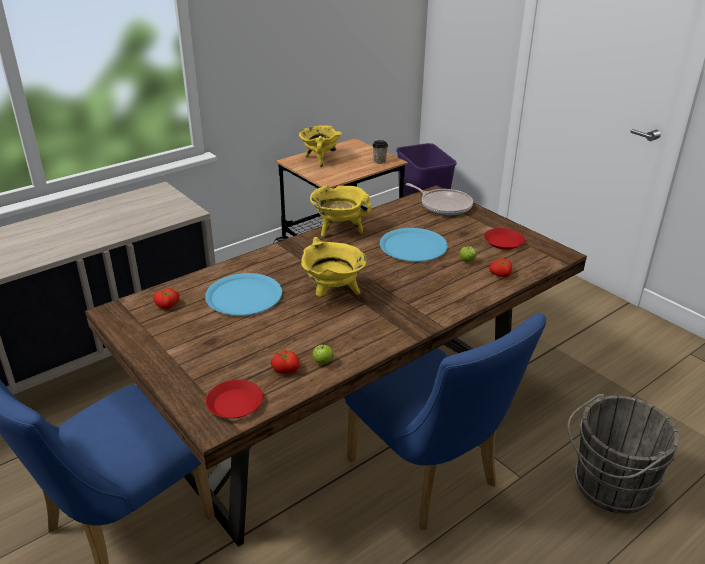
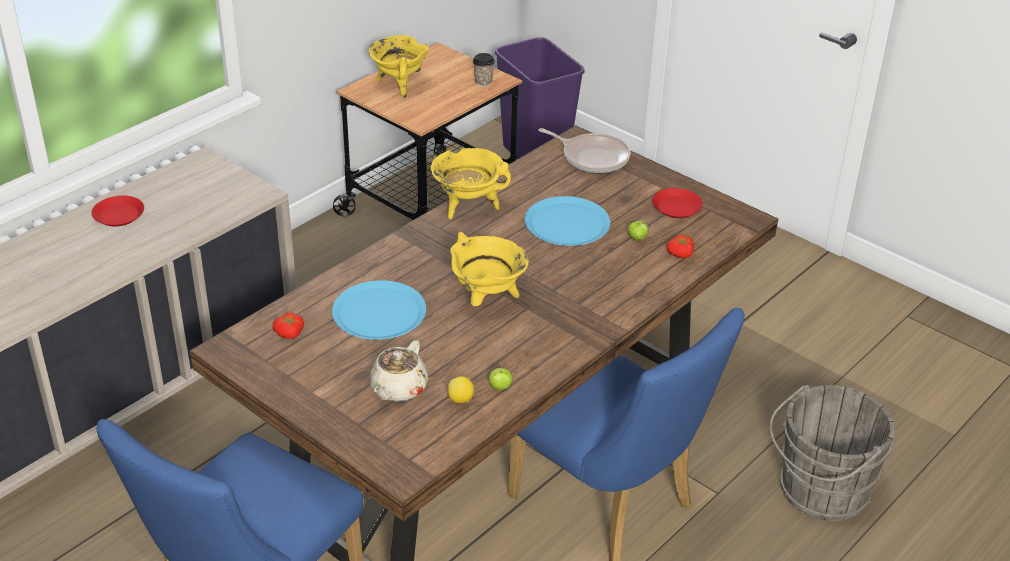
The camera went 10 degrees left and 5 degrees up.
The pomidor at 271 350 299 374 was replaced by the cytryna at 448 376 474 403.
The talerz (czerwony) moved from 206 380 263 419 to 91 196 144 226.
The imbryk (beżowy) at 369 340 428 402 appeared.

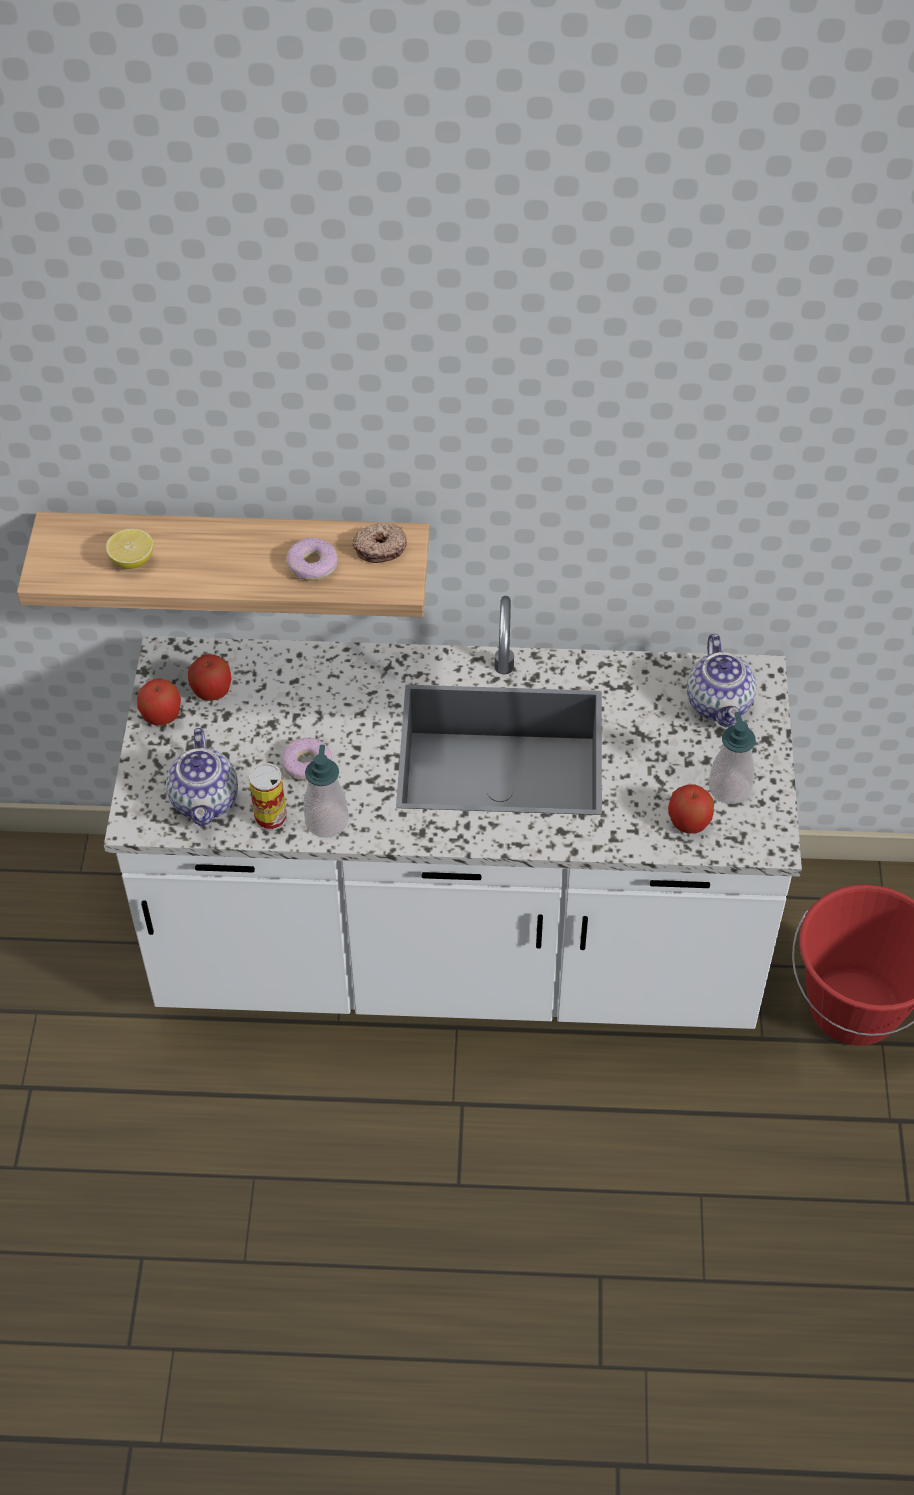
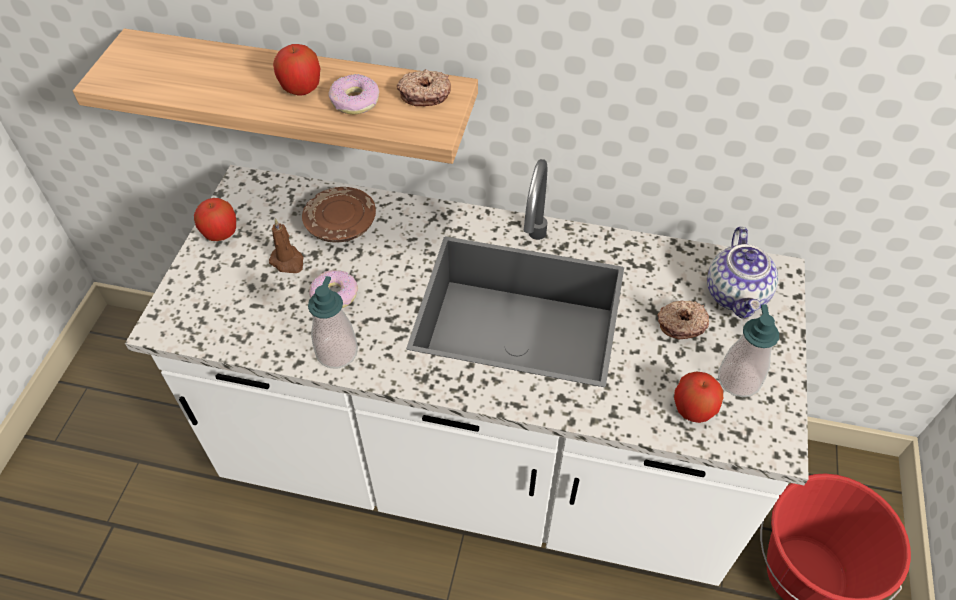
The camera went 10 degrees right and 0 degrees up.
The cytryna at 106 528 153 569 disappeared.
The jabłko moved from 188 654 231 701 to 273 44 320 95.
The imbryk at 166 728 238 827 disappeared.
The puszka at 249 763 287 831 disappeared.
The talerz (brązowy) at 302 187 376 243 appeared.
The świeca (brązowy) at 269 218 304 273 appeared.
The donut at 657 301 709 339 appeared.

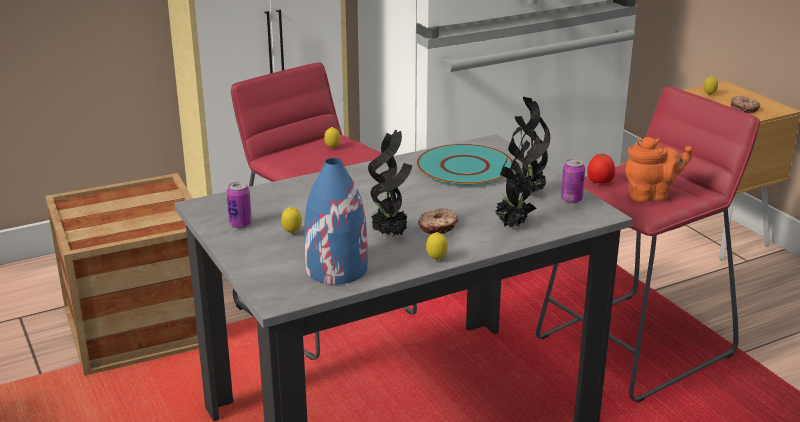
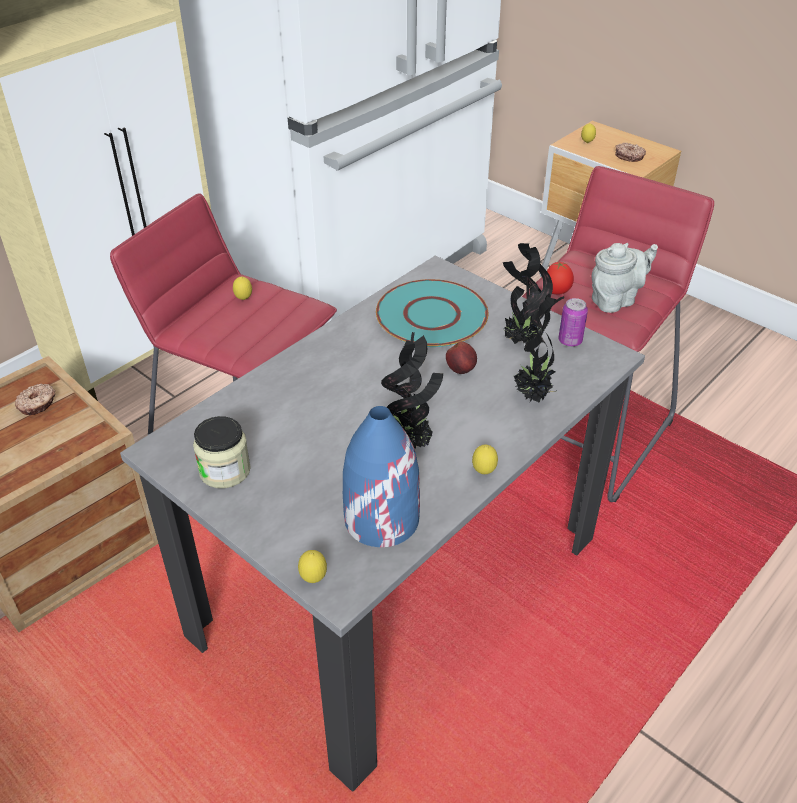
The camera went 20 degrees left and 15 degrees up.
The imbryk (pomarańczowy) at 625 137 692 202 became the imbryk (szary) at 592 243 658 313.
The puszka at 227 182 252 228 was replaced by the słoik at 193 416 251 488.
The cytryna moved from 281 207 302 234 to 298 550 327 583.
The donut moved from 418 208 459 234 to 15 383 55 415.
The jabłko at 446 341 477 374 appeared.

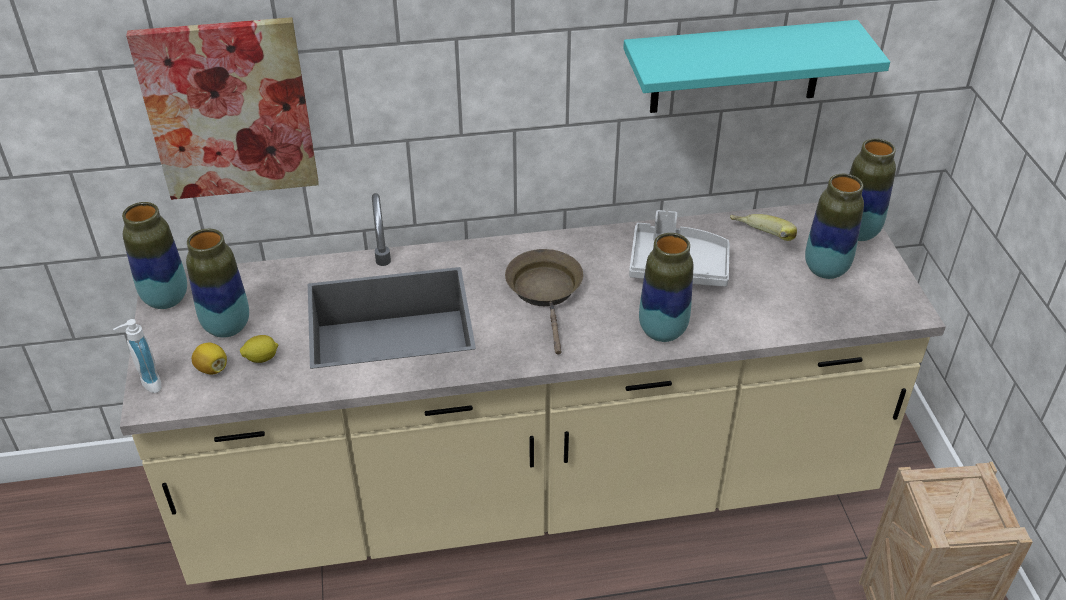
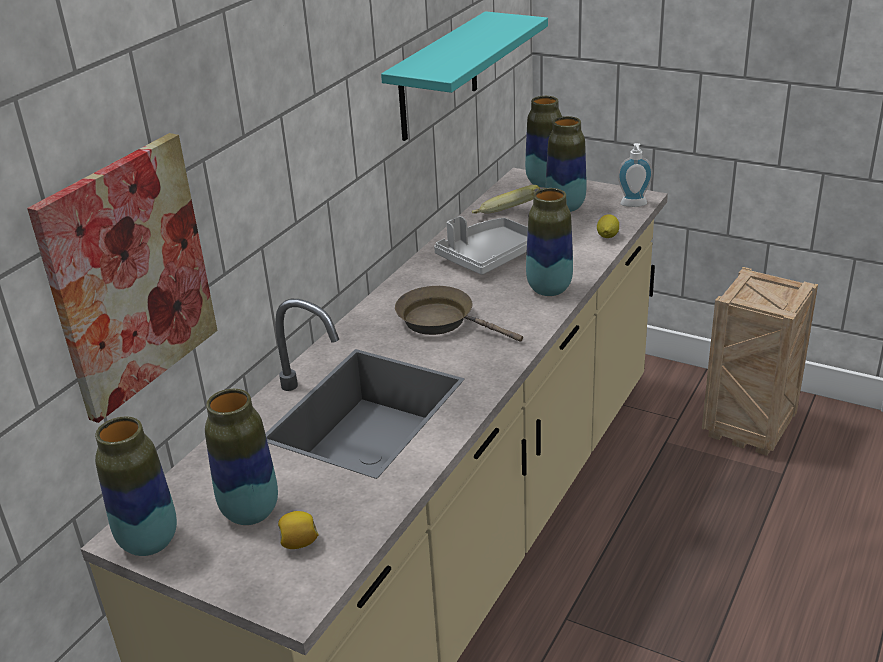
The camera went 50 degrees left and 10 degrees down.
The dozownik mydła moved from 113 319 161 393 to 618 143 653 207.
The cytryna moved from 240 335 278 363 to 597 214 619 238.

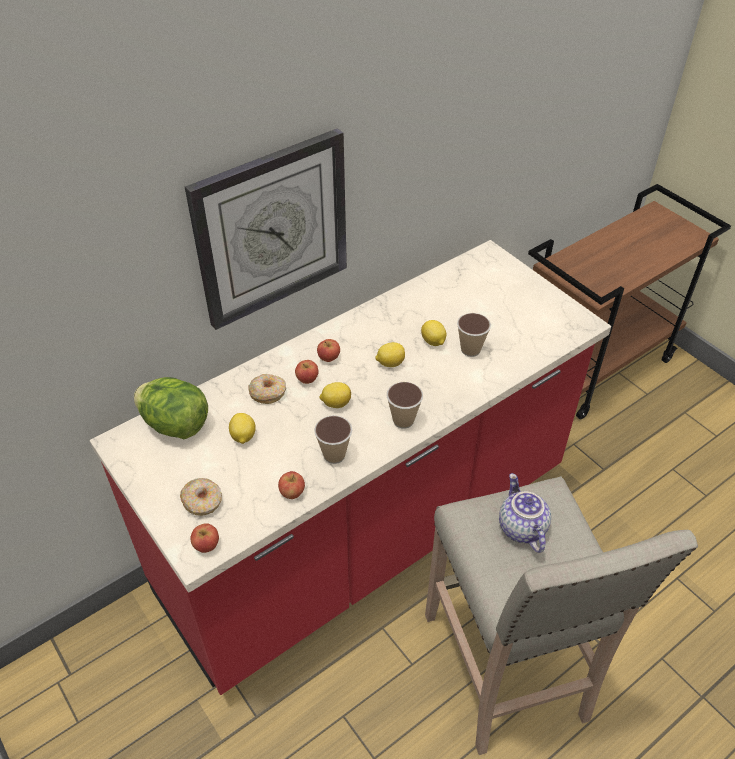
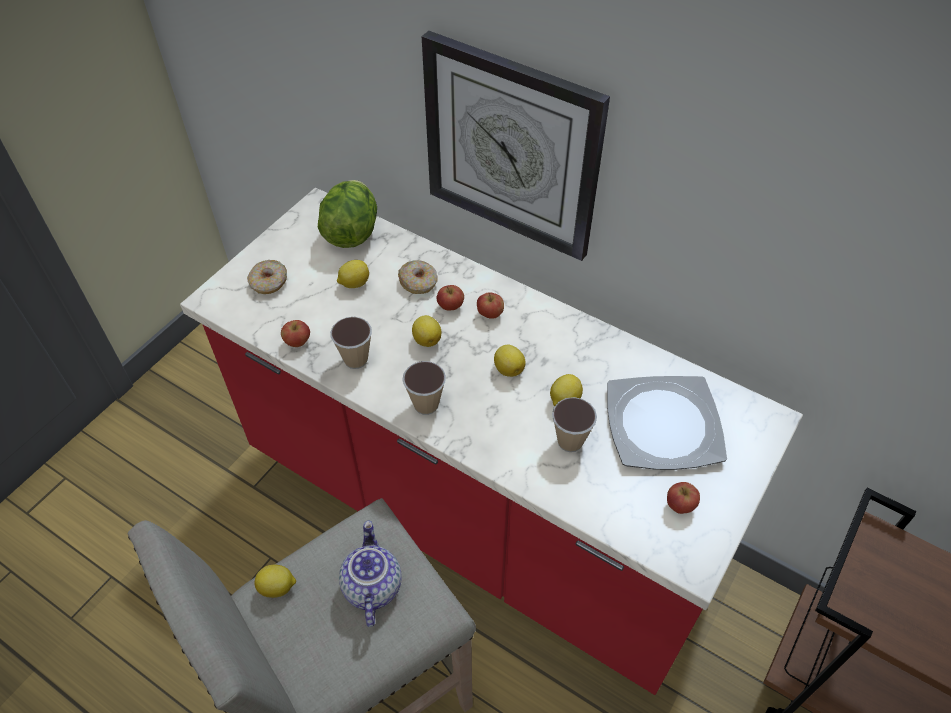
The camera went 70 degrees right and 5 degrees up.
The imbryk at 499 473 551 553 turned 60 degrees counterclockwise.
The jabłko moved from 190 523 219 553 to 667 482 700 514.
The talerz at 607 376 727 470 appeared.
The cytryna at 254 565 296 598 appeared.

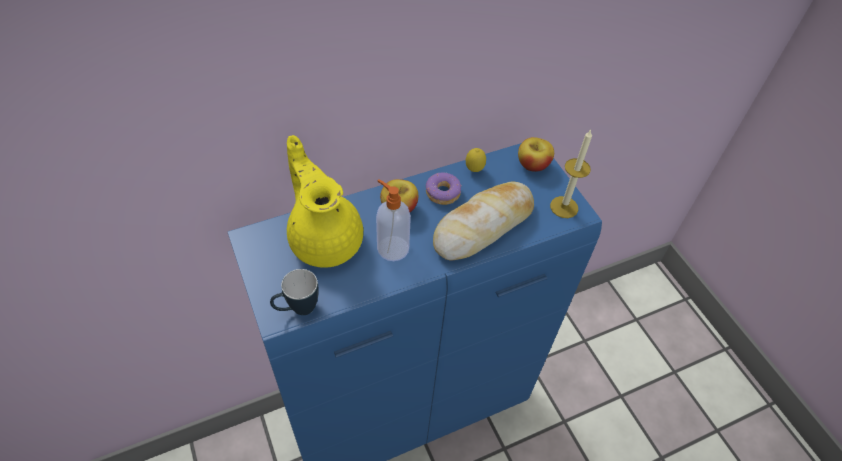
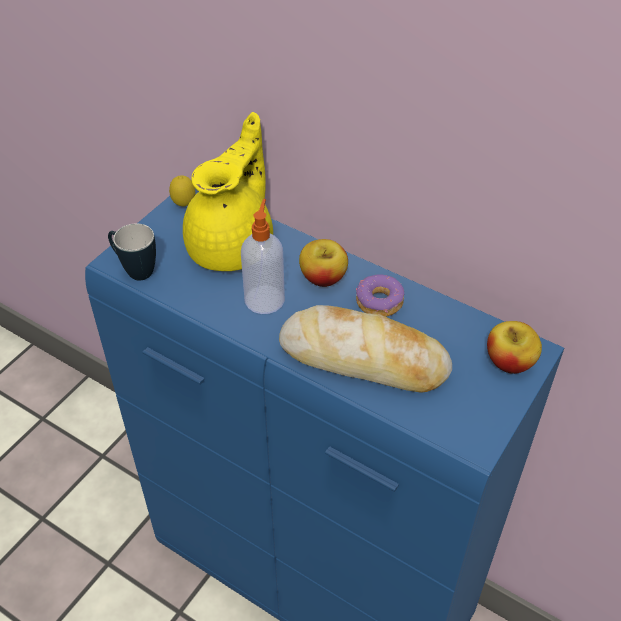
The camera went 60 degrees right and 5 degrees down.
The świeca at 550 130 592 218 disappeared.
The cytryna moved from 466 148 486 172 to 169 175 195 206.

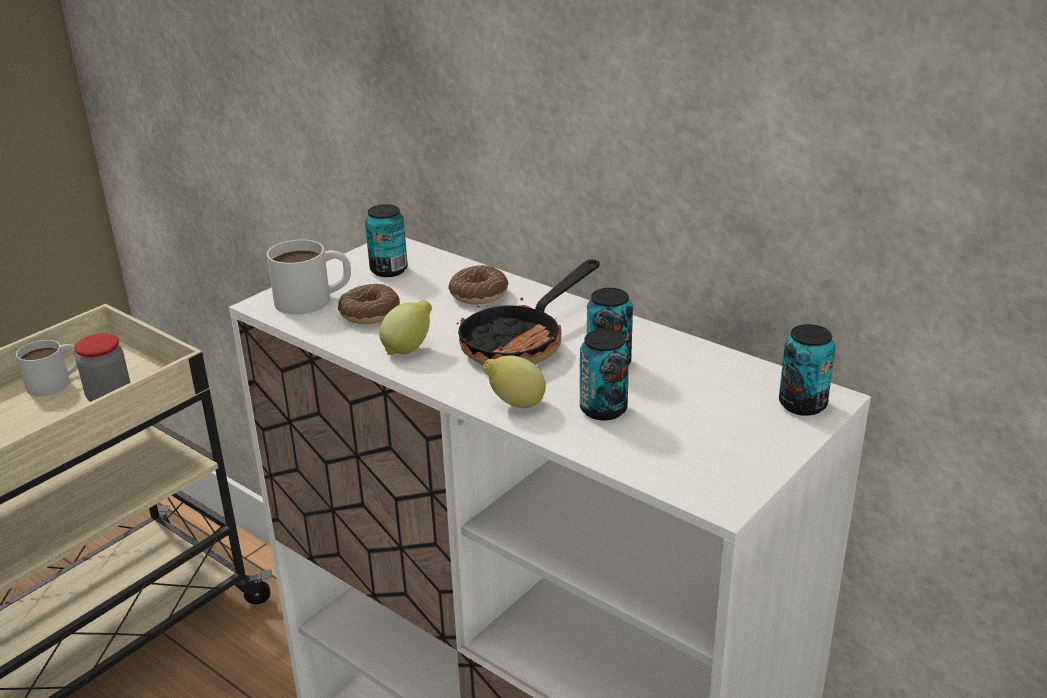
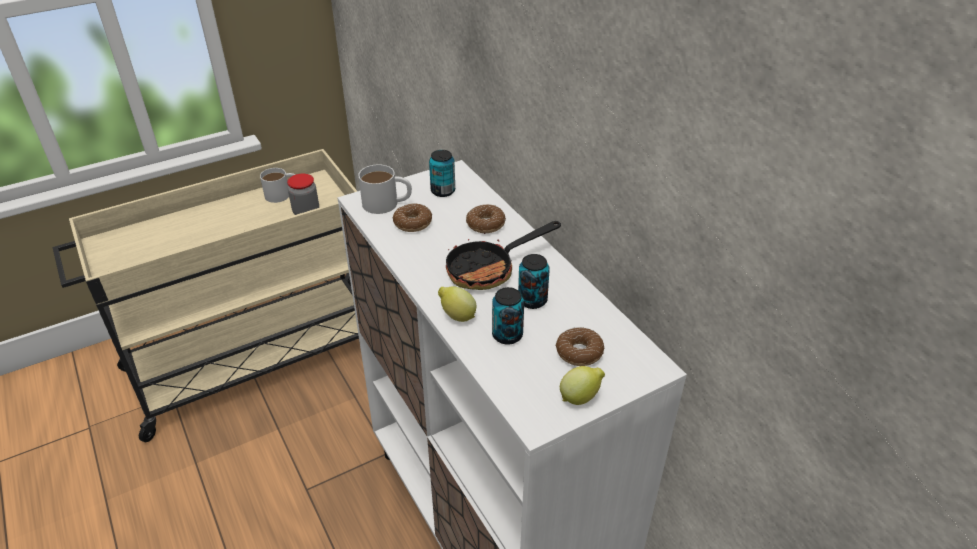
The camera went 20 degrees right and 10 degrees up.
The cytryna moved from 379 301 432 355 to 560 366 605 405.
The puszka at 779 324 836 416 disappeared.
The donut at 556 327 604 366 appeared.

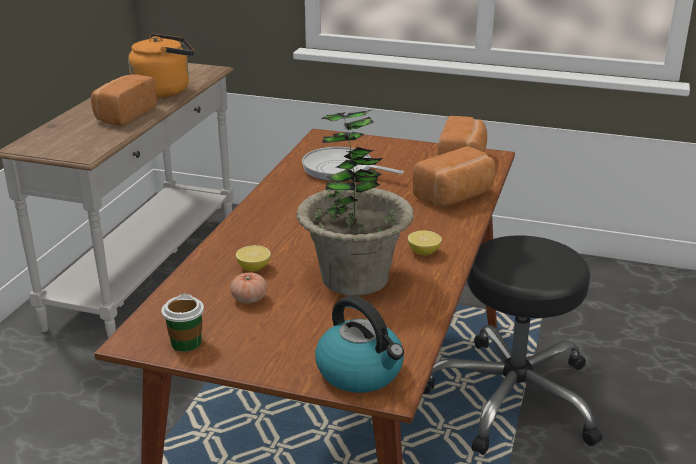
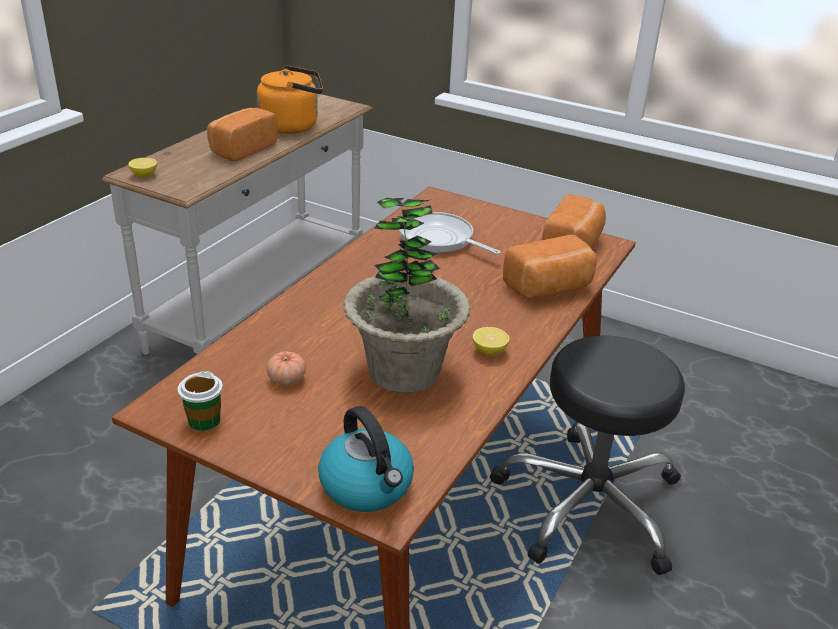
The camera went 10 degrees right and 5 degrees up.
The cytryna moved from 236 245 271 271 to 128 158 157 177.

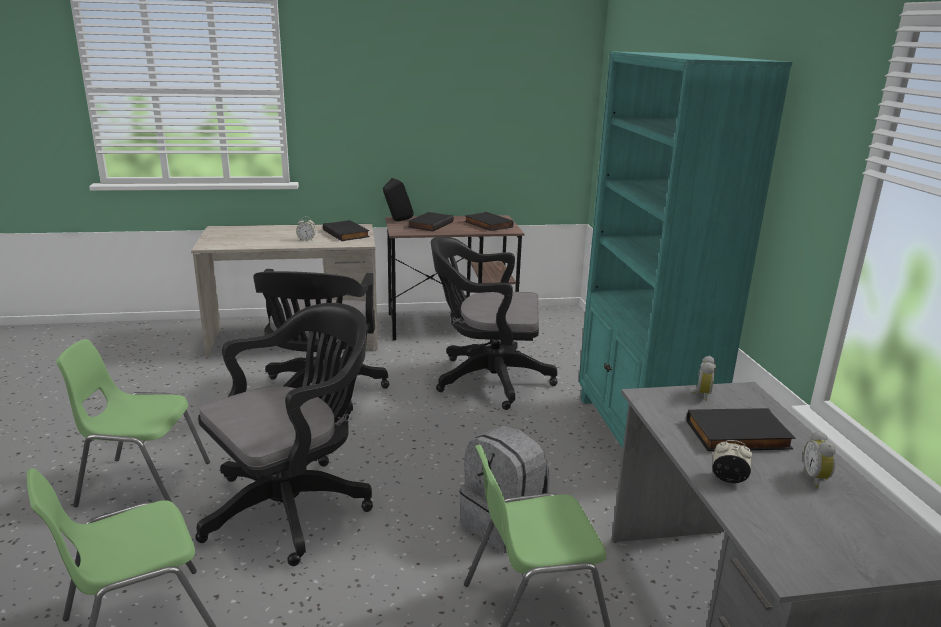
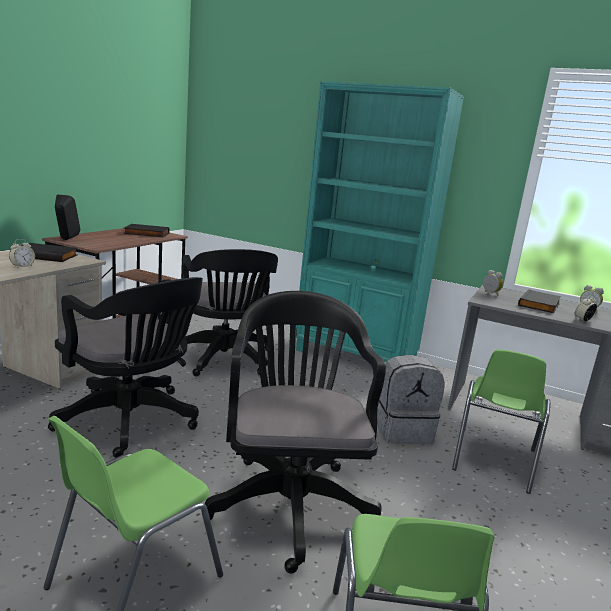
The camera went 55 degrees left and 5 degrees down.
The książka (czarny) at 408 212 454 232 disappeared.
The krzesło biurowe (czarny) at 431 236 558 410 turned 60 degrees counterclockwise.

